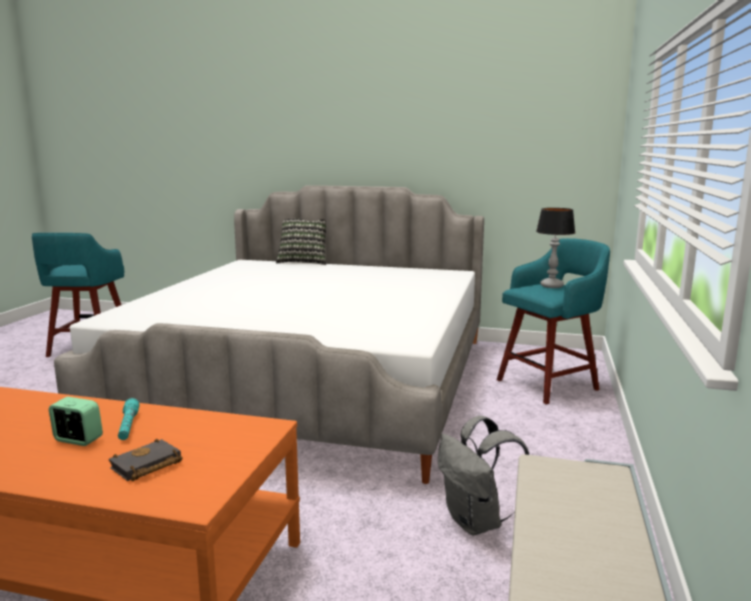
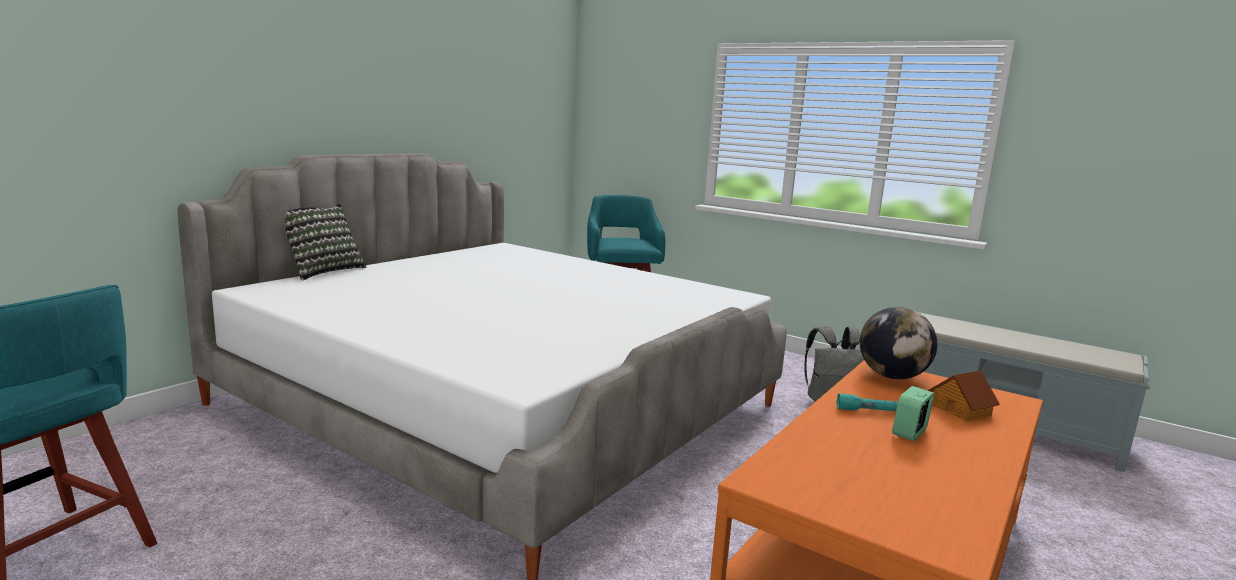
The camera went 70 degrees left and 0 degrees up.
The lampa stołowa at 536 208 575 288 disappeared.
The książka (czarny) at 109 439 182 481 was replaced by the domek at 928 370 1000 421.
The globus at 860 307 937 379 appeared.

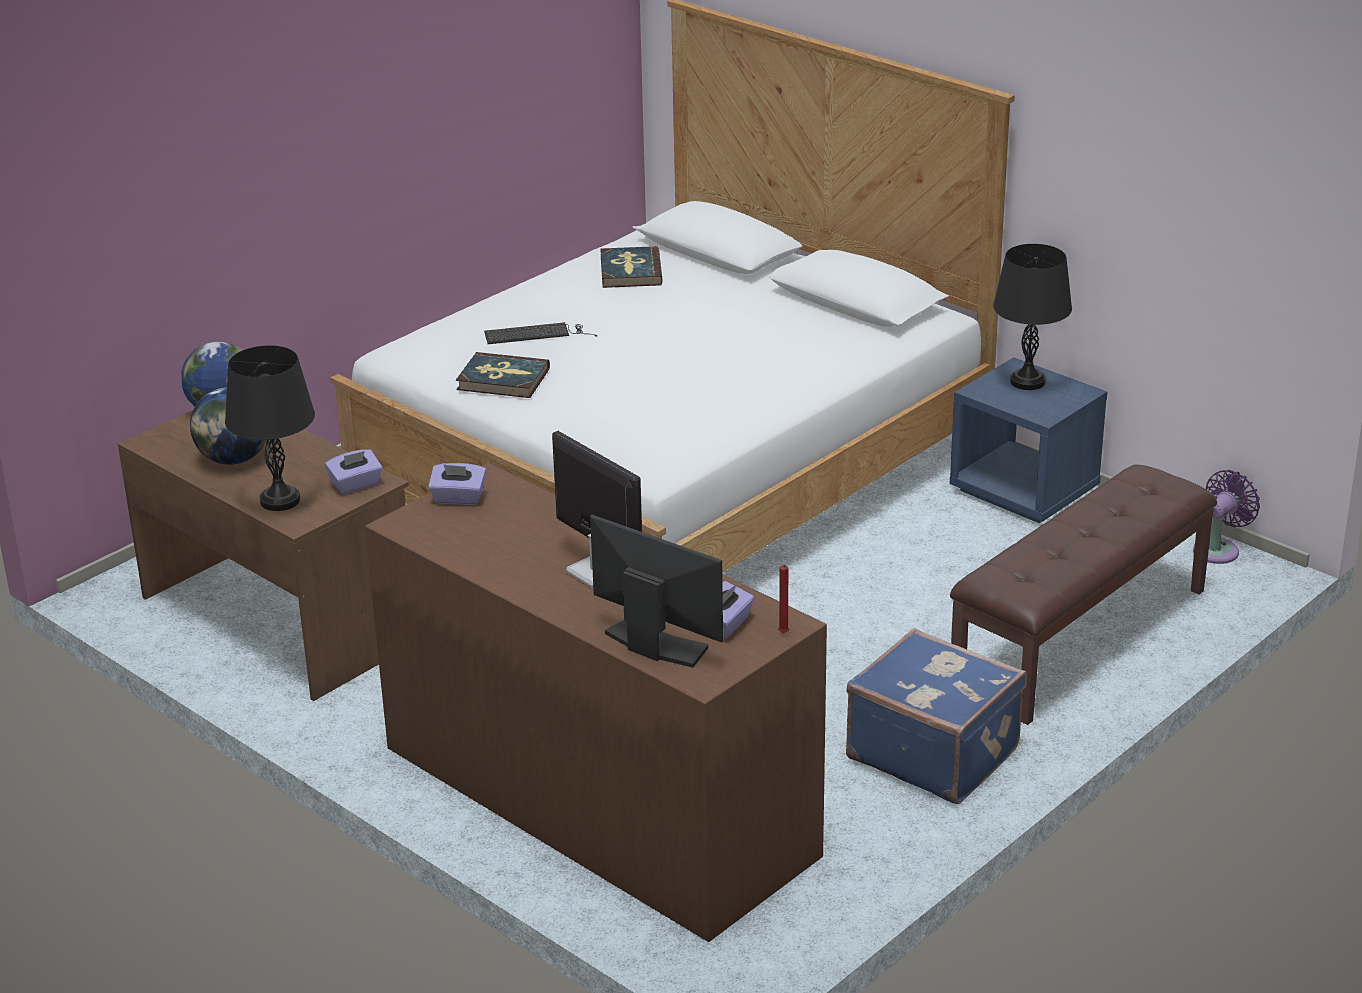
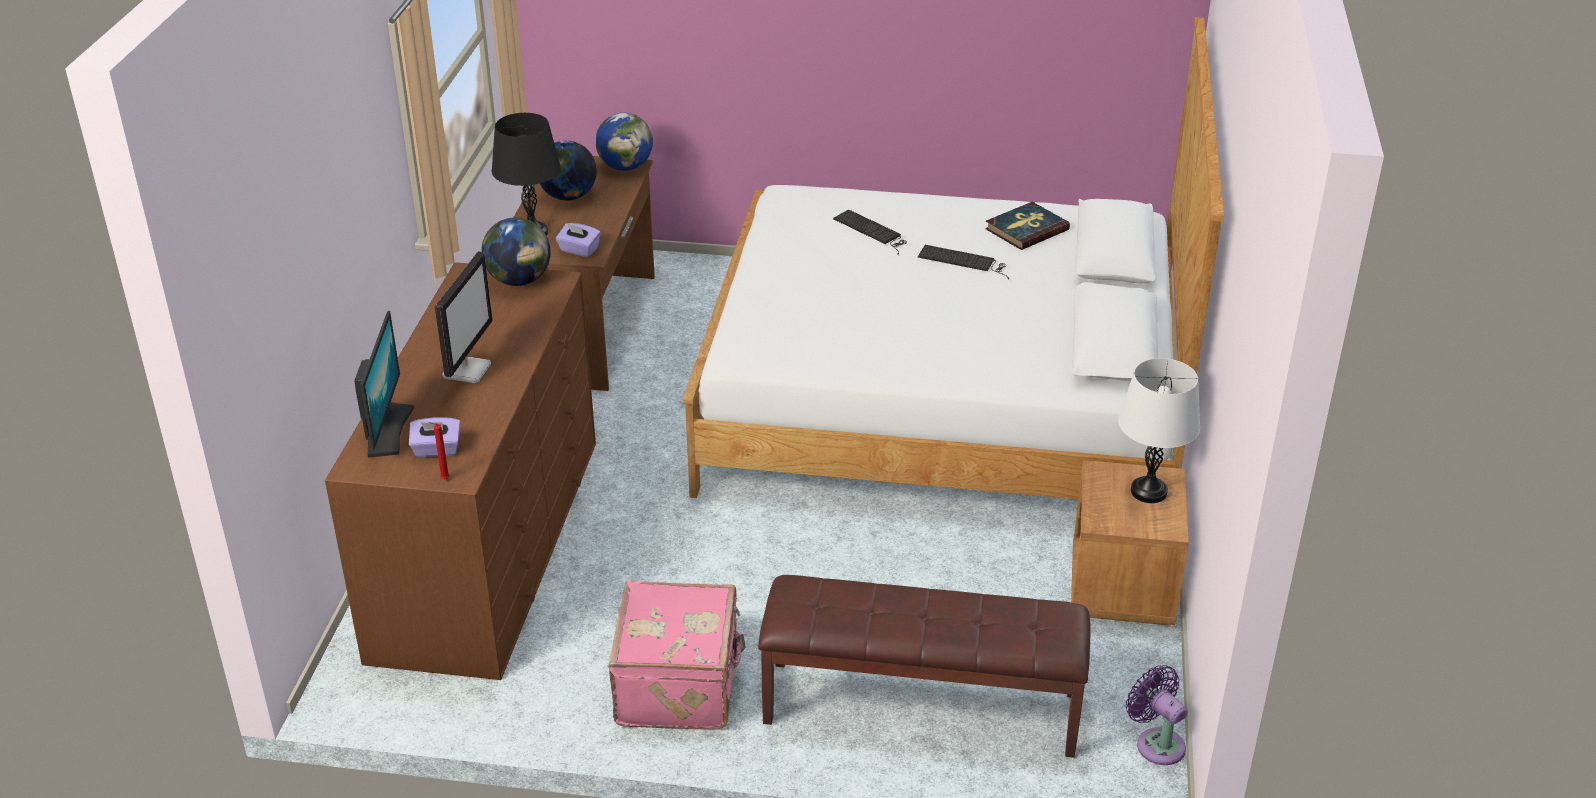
The camera went 55 degrees right and 5 degrees up.
The lampa stołowa (czarny) at 993 244 1072 390 became the lampa stołowa (biały) at 1118 358 1200 503.
The książka at 456 352 550 398 disappeared.
The szafka nocna (niebieski) at 950 357 1107 523 became the szafka nocna (brązowy) at 1071 460 1189 625.
The pudełko chusteczek (fioletowy) at 428 463 486 505 was replaced by the globus at 481 217 551 286.
The wentylator (fioletowy) at 1193 470 1260 564 turned 135 degrees counterclockwise.
The walizka (niebieski) at 846 628 1027 804 became the walizka (różowy) at 608 580 745 730.
The klawiatura at 918 245 1009 279 appeared.

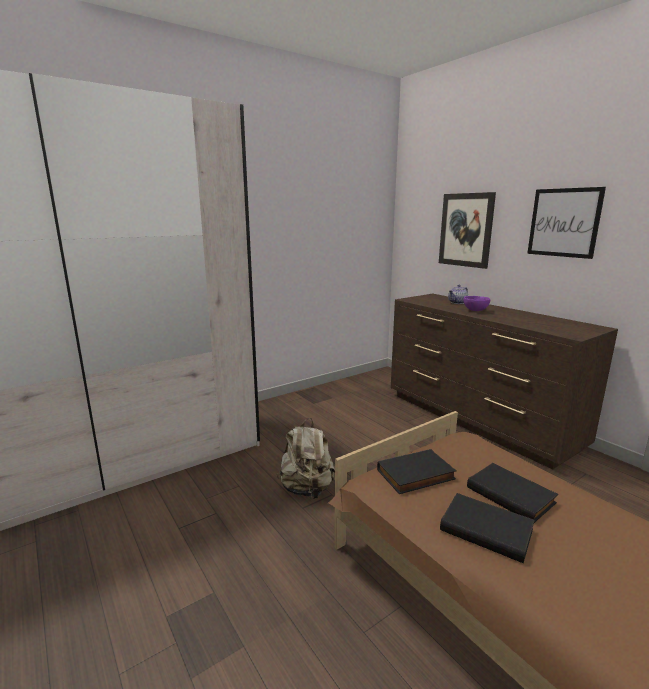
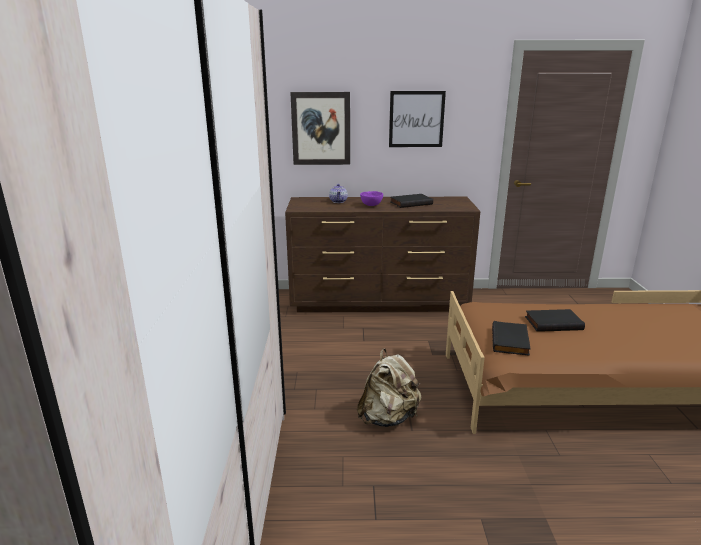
The camera went 55 degrees left and 5 degrees up.
The książka (czarny) moved from 440 493 535 563 to 390 194 433 208.

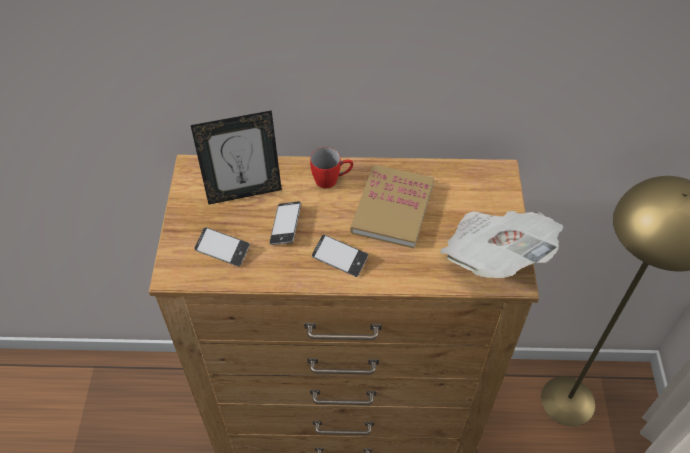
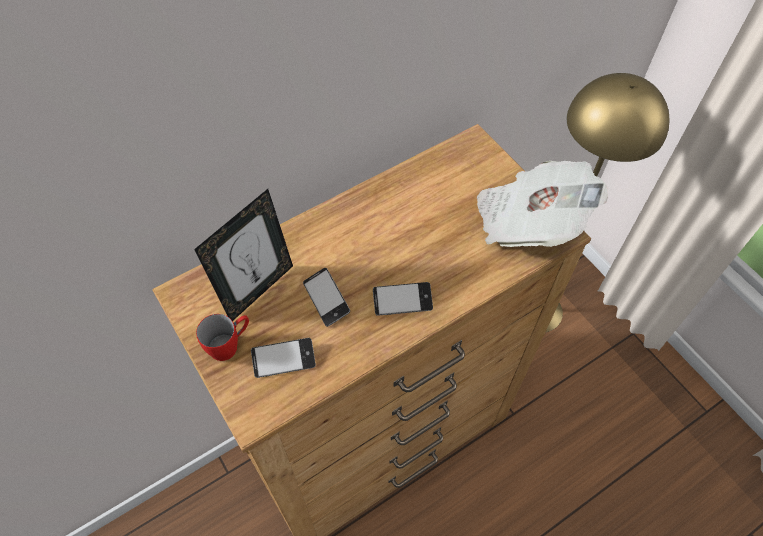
The camera went 35 degrees left and 5 degrees up.
The kubek (czerwony) moved from 310 147 353 188 to 196 314 249 361.
The książka at 350 165 434 248 disappeared.

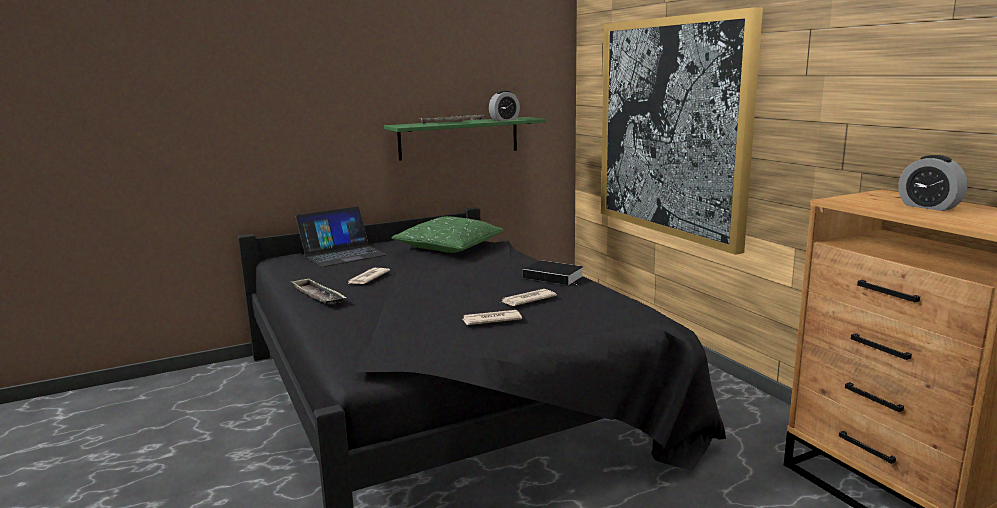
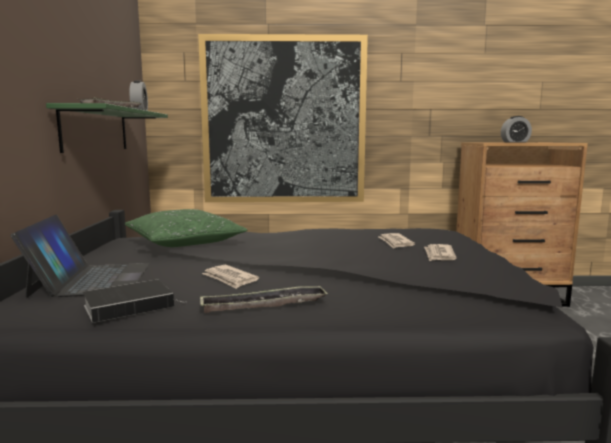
The camera went 65 degrees left and 5 degrees down.
The książka moved from 523 260 584 285 to 83 280 186 323.

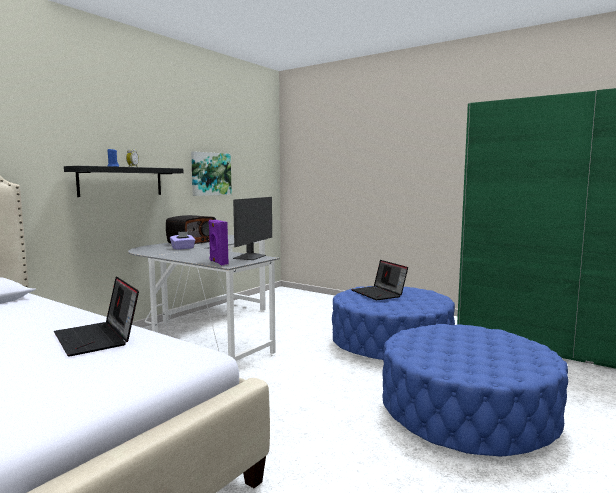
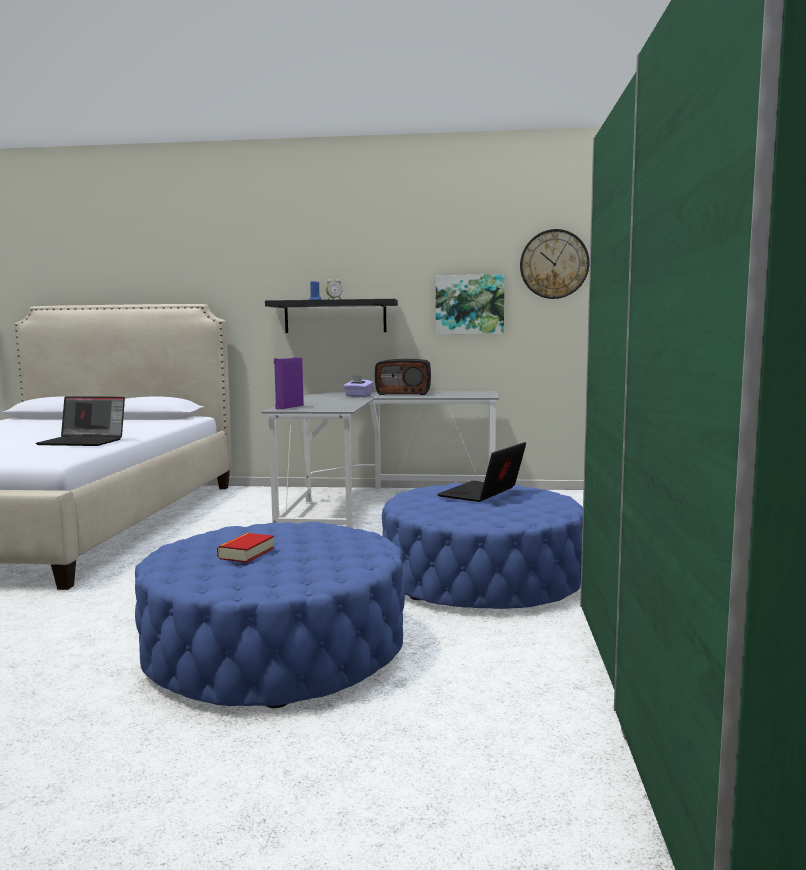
The camera went 60 degrees right and 0 degrees up.
The monitor at 233 197 272 260 disappeared.
The laptop at 54 277 139 356 turned 105 degrees counterclockwise.
The zegar ścienny at 520 229 590 299 appeared.
The książka at 217 533 274 563 appeared.

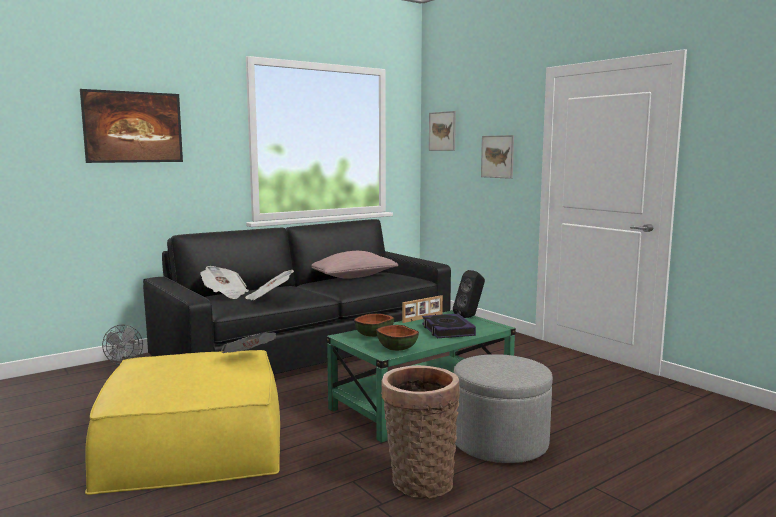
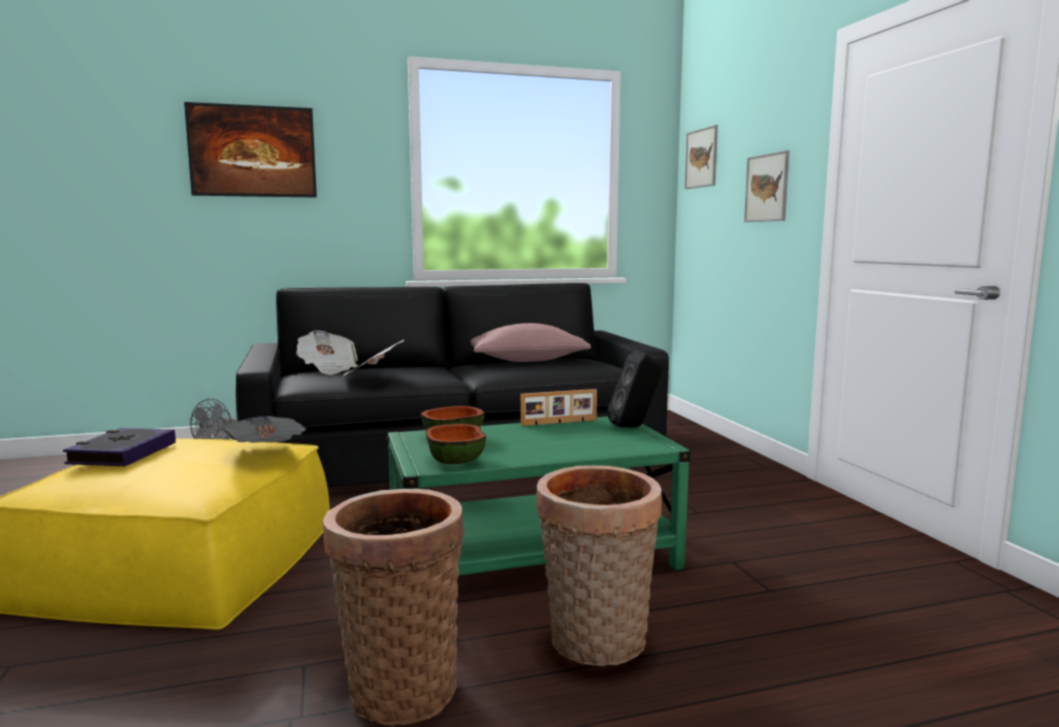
The camera went 20 degrees right and 0 degrees up.
The książka moved from 422 314 476 338 to 63 428 176 466.
The pufa (szary) at 453 354 553 463 was replaced by the koszyk at 536 465 662 666.

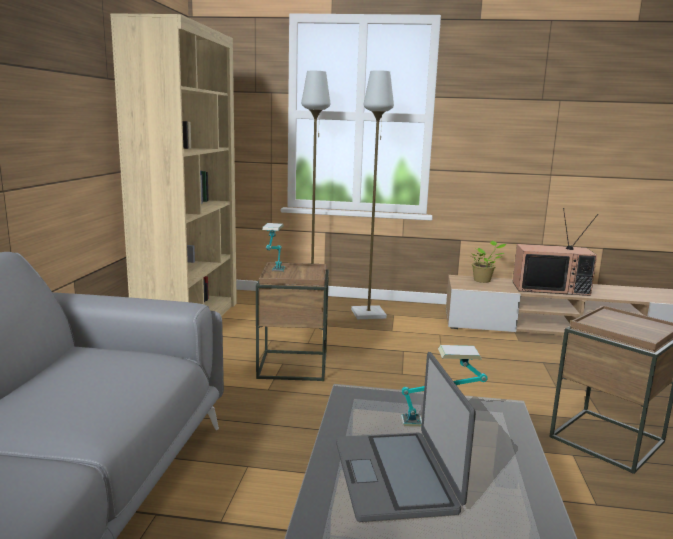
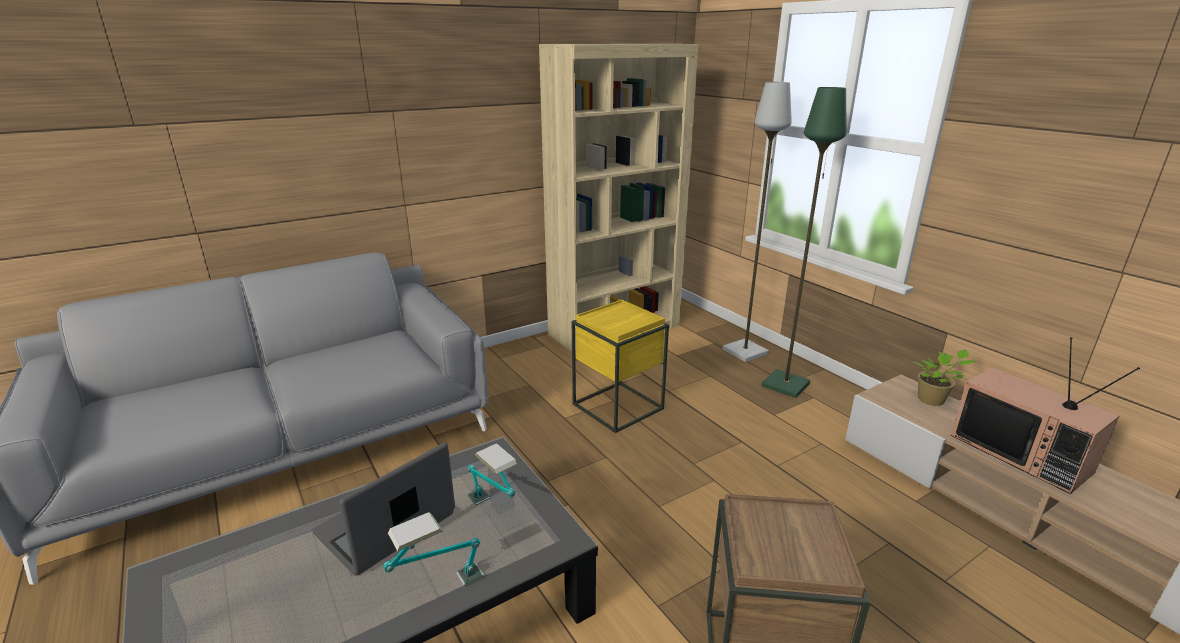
The camera went 50 degrees right and 10 degrees up.
The lampa stojąca (szary) at 351 70 394 319 became the lampa stojąca (zielony) at 762 87 847 398.
The lampa stołowa moved from 262 223 285 272 to 383 512 484 587.
The stolik (brązowy) at 256 262 329 381 became the stolik (żółty) at 572 300 669 433.

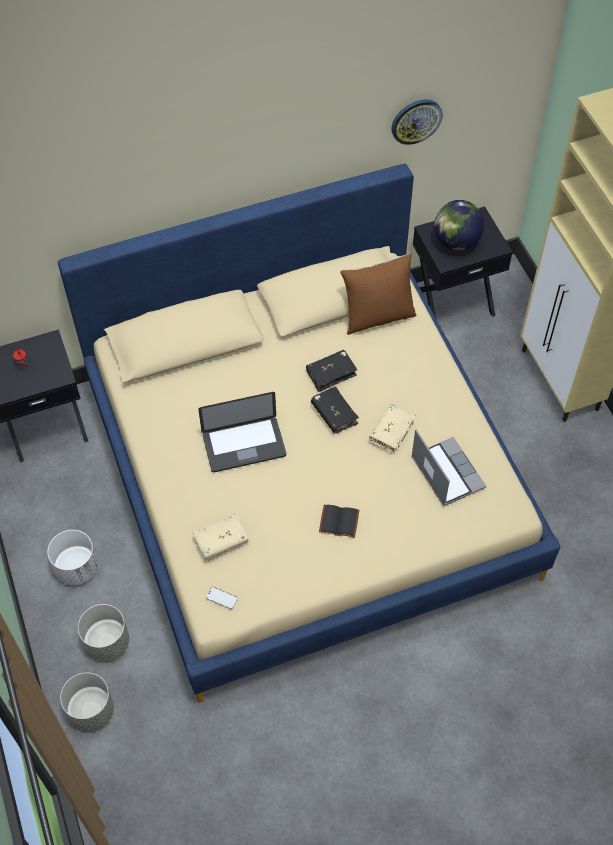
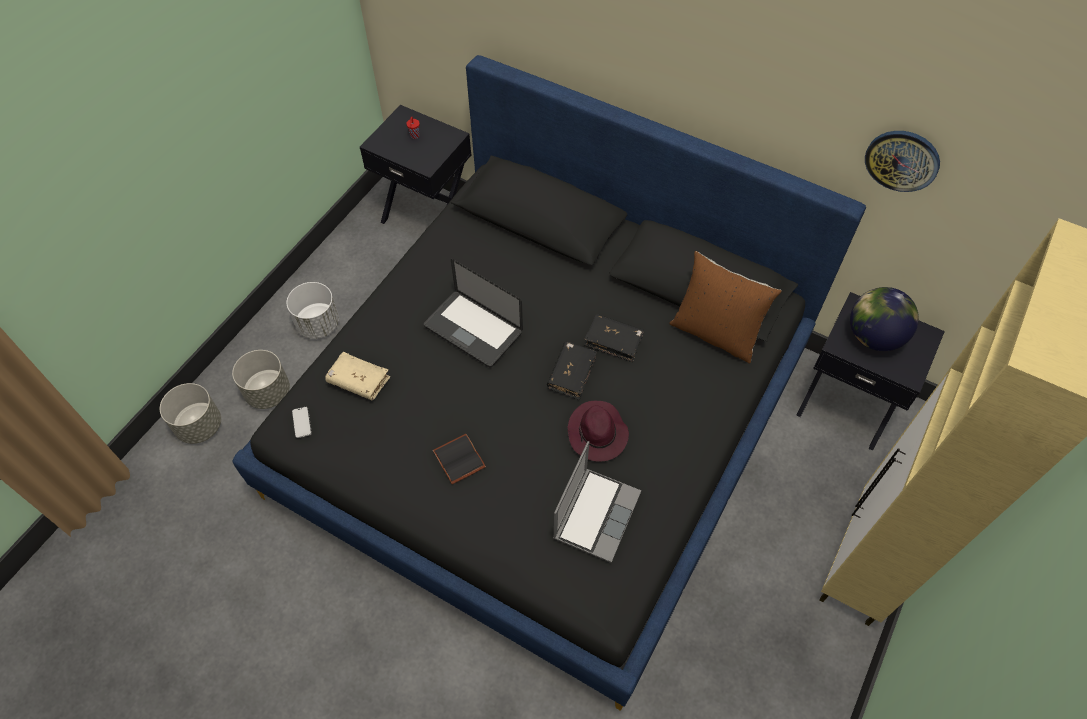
The camera went 50 degrees right and 0 degrees up.
The łóżko (beżowy) at 58 164 560 703 became the łóżko (czarny) at 233 55 866 710.
The książka (beżowy) at 369 404 416 454 was replaced by the kapelusz (fioletowy) at 568 401 629 462.

